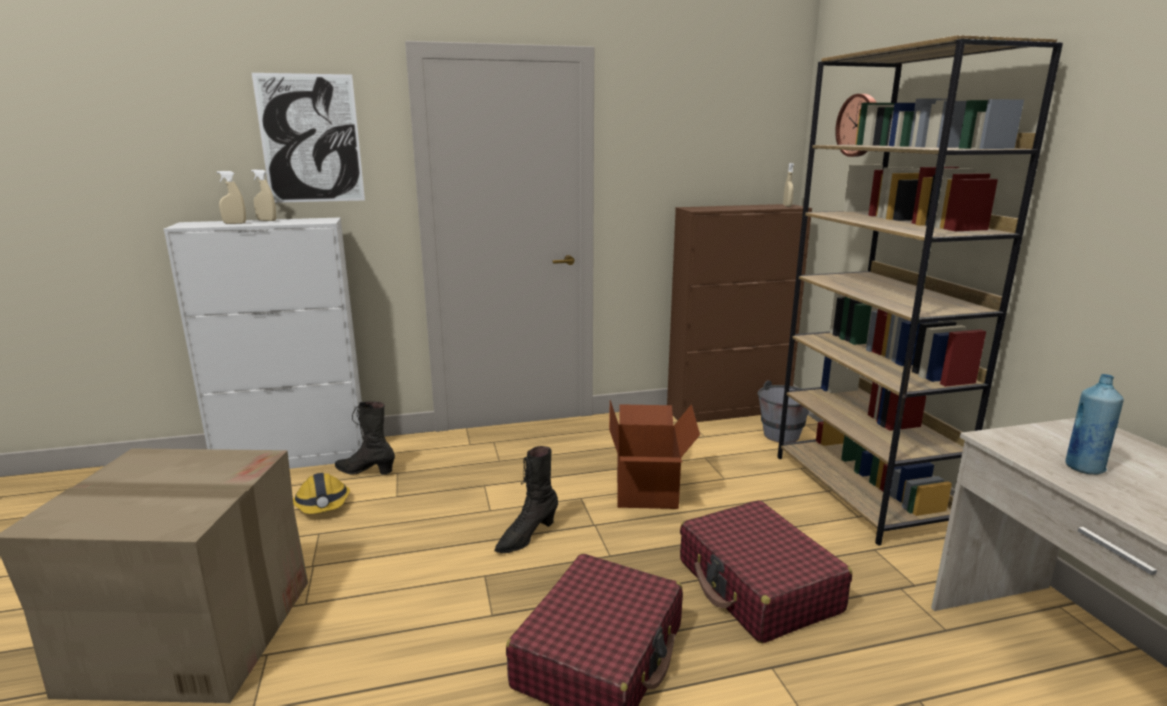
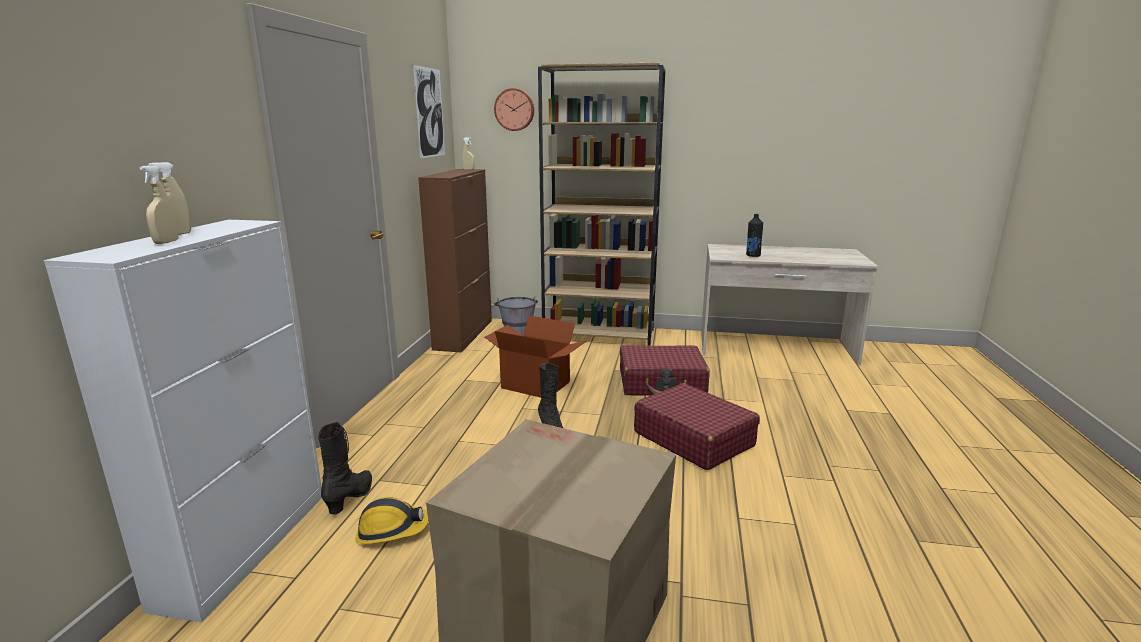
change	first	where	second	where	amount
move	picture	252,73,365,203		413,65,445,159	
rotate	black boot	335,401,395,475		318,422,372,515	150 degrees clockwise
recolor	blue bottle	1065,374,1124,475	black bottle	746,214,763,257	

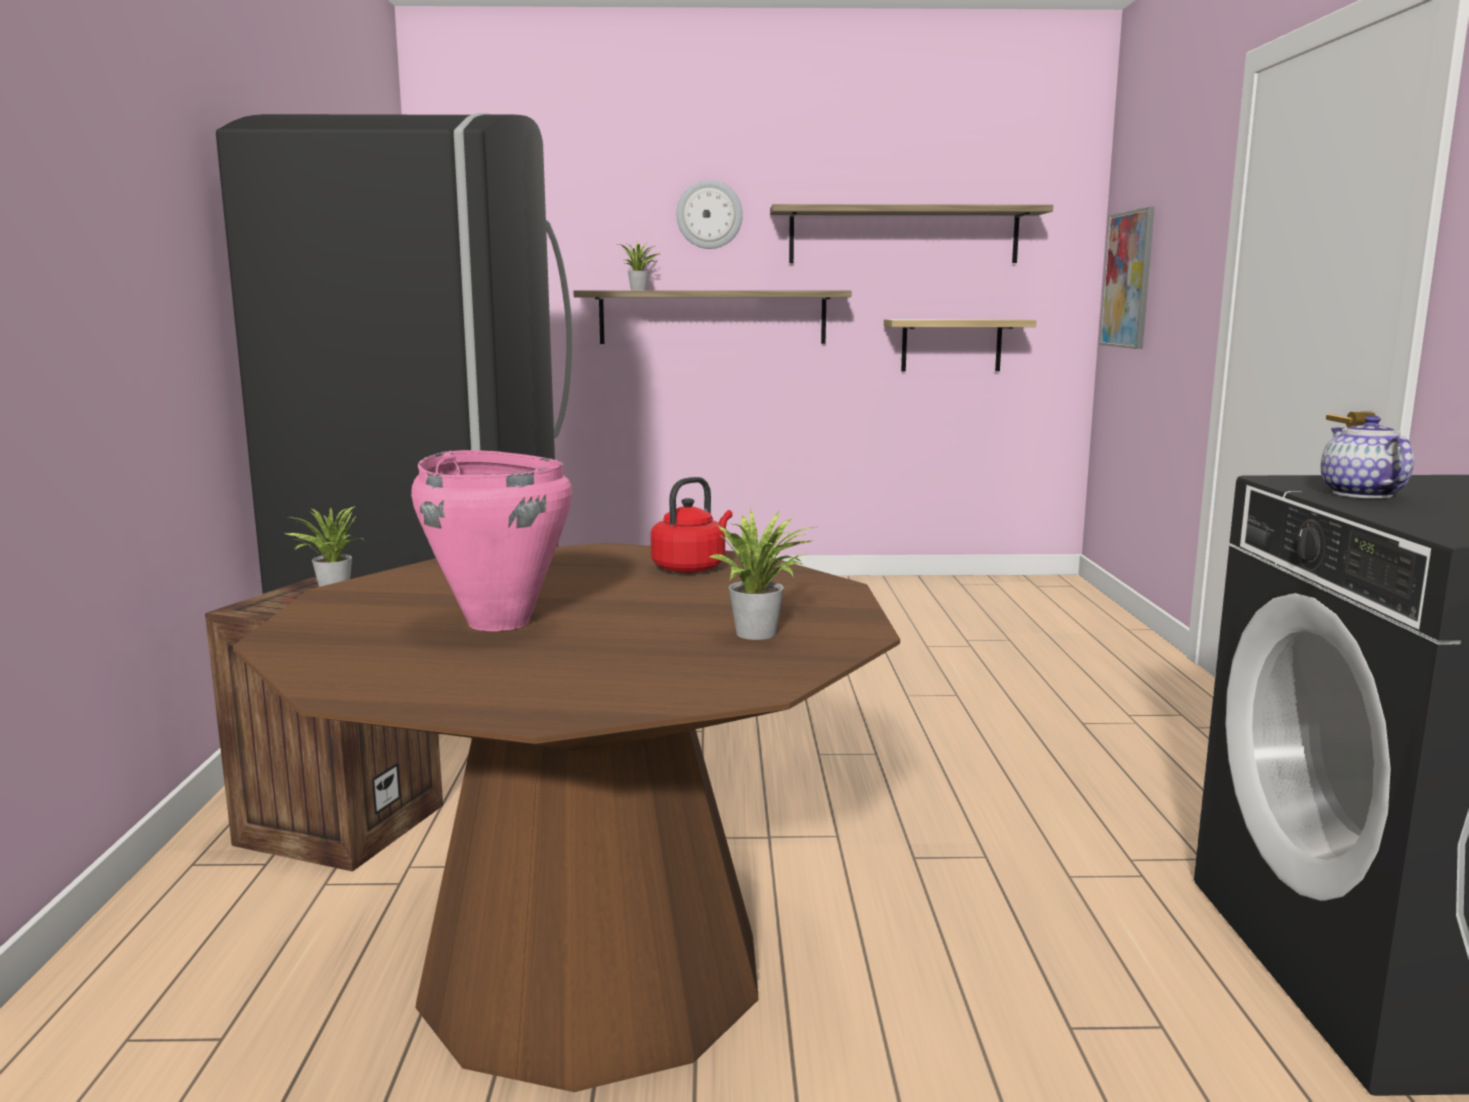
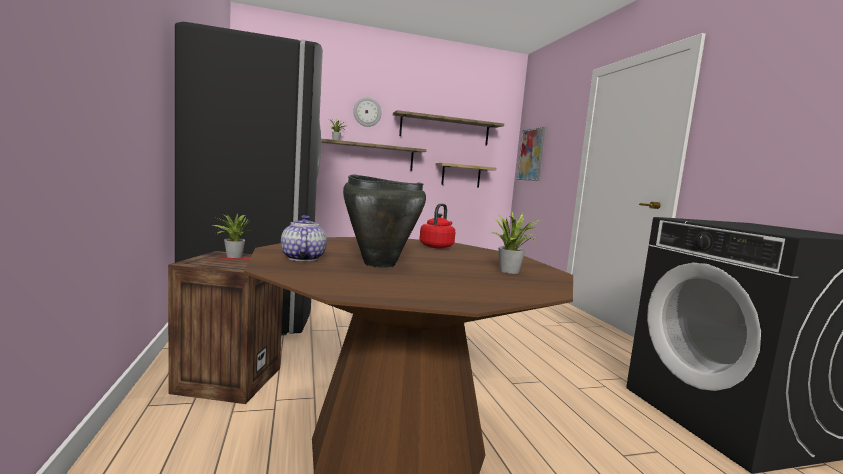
change	first	where	second	where	amount
recolor	pink cooking pot	411,450,572,631	black cooking pot	343,174,426,268	
move	teapot	1321,415,1414,499		281,215,327,261	

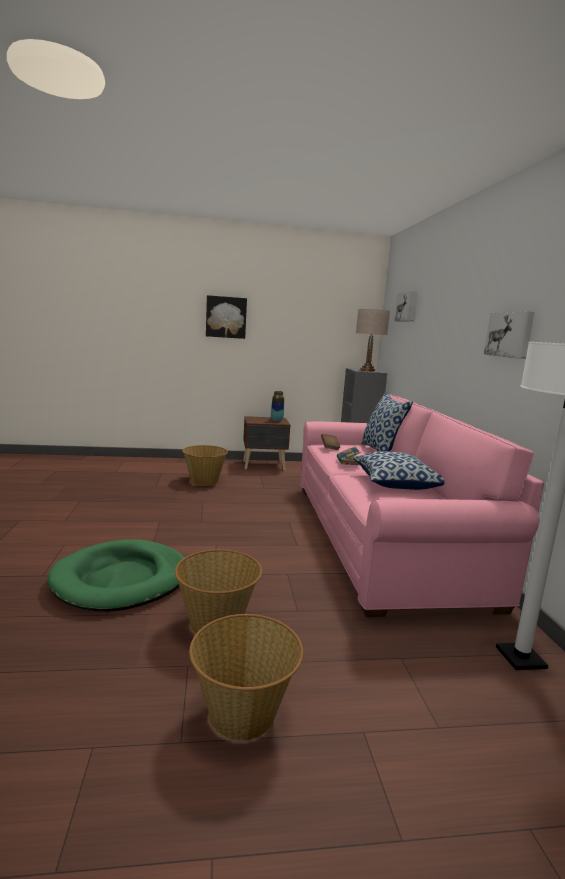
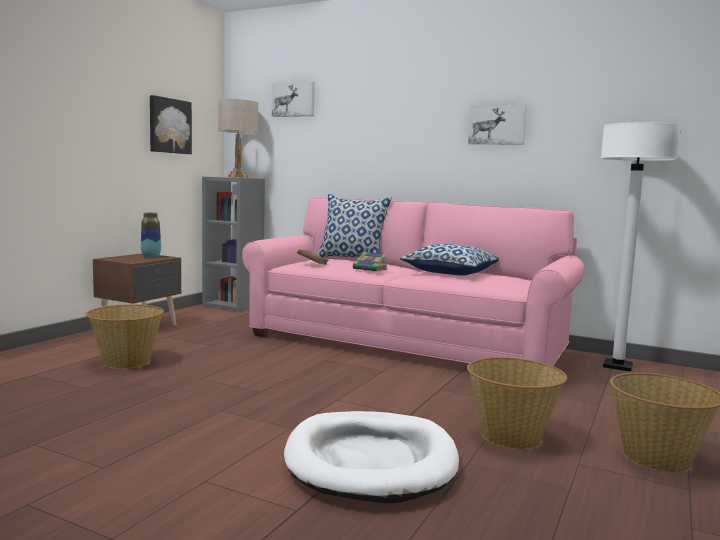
change	first	where	second	where	amount
recolor	green dog bed	47,539,185,612	white dog bed	284,411,459,504	
move	picture	206,295,247,339		150,95,192,154	

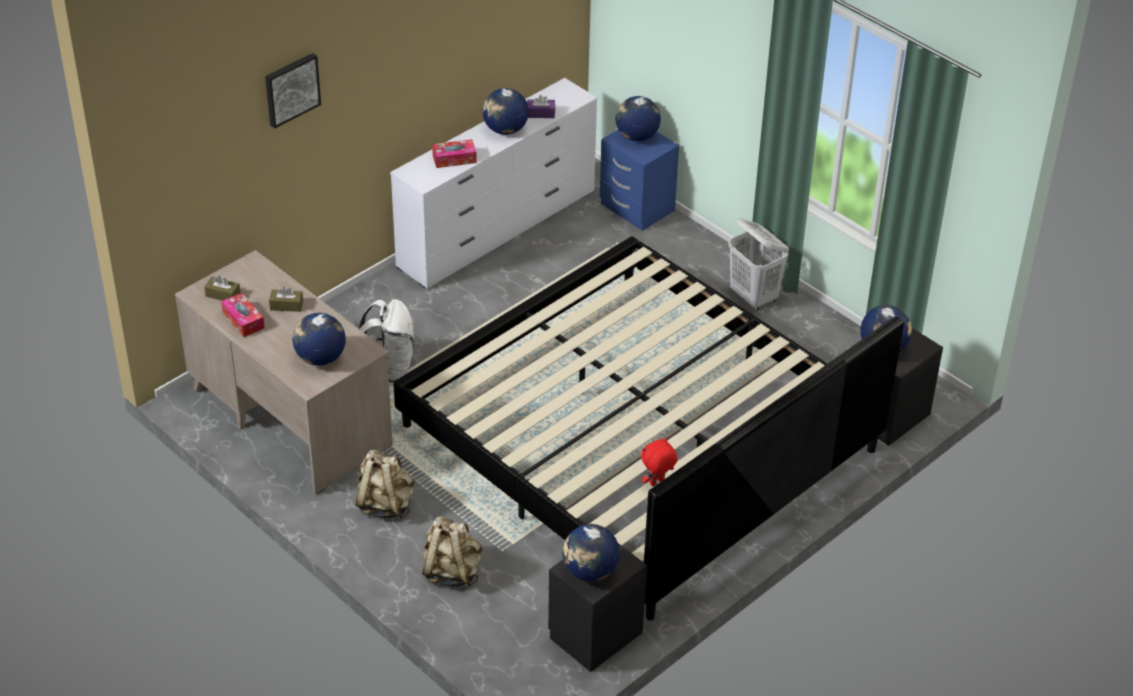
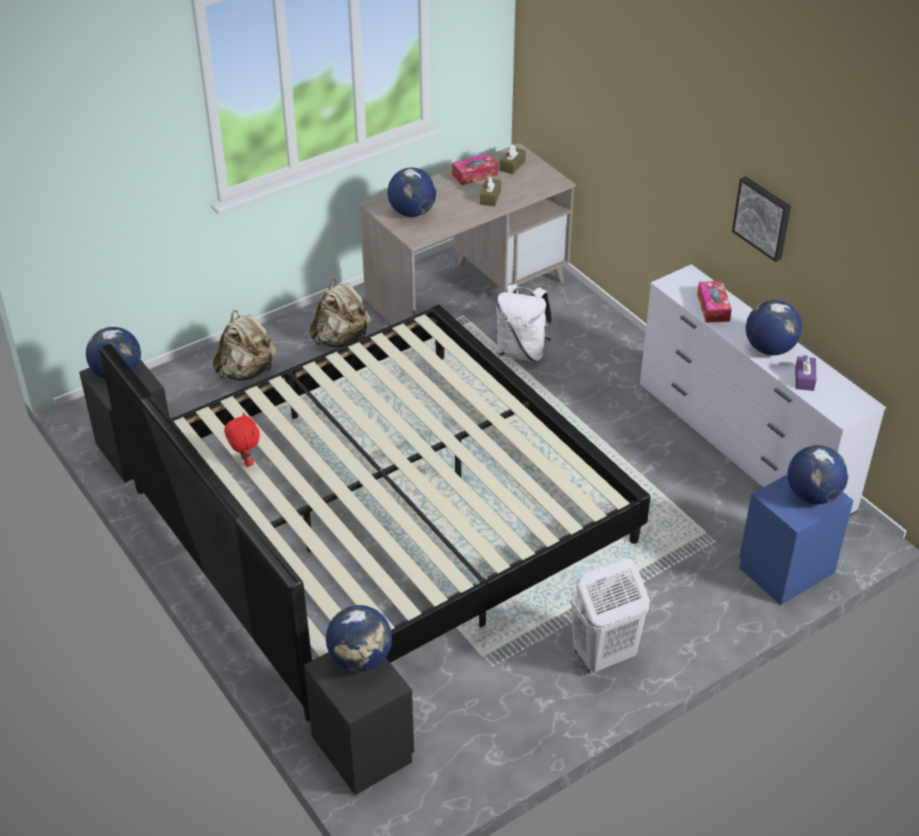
change	first	where	second	where	amount
move	picture	265,53,321,128		732,176,791,262	

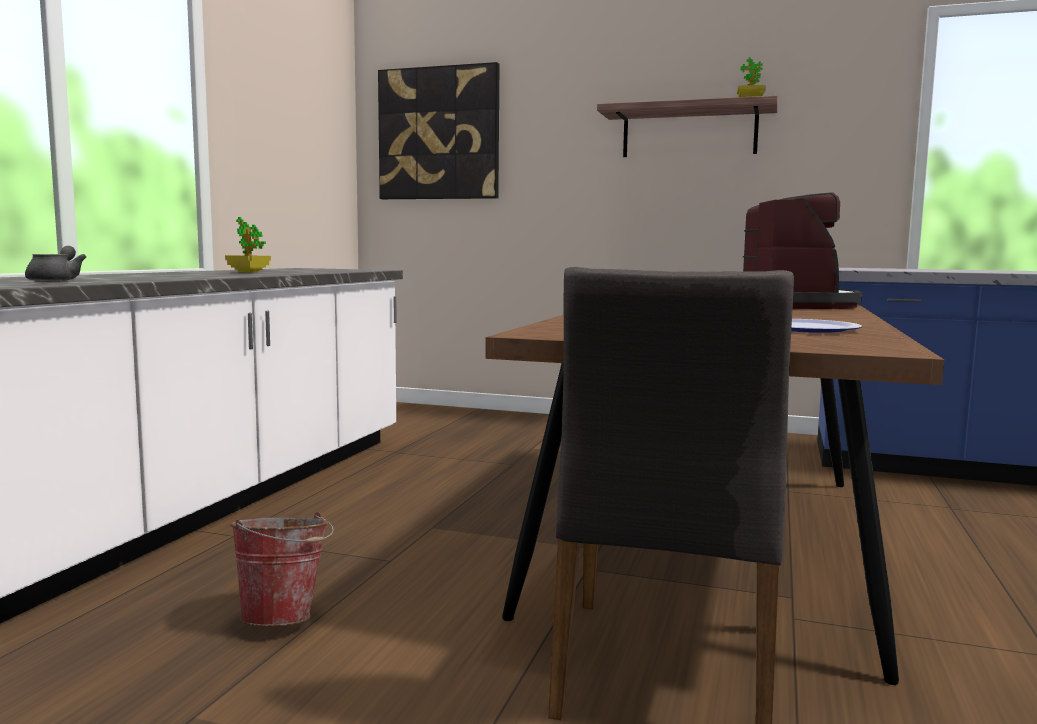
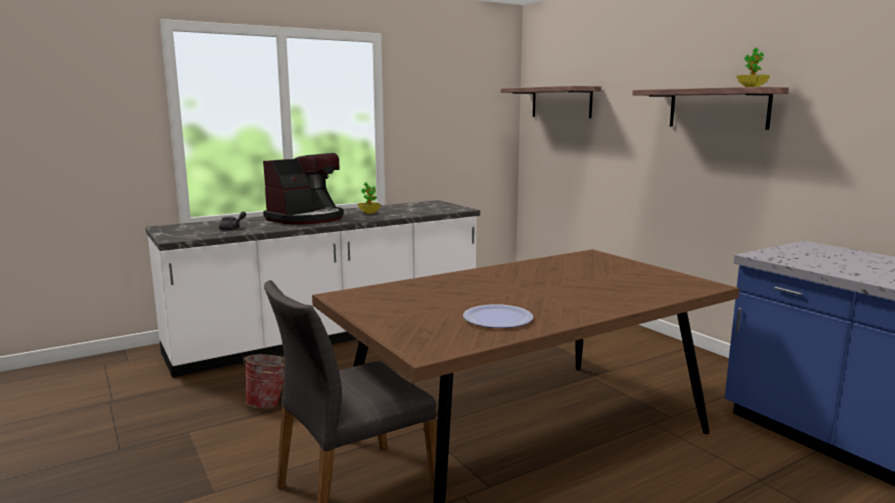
change	first	where	second	where	amount
replace	picture	378,62,499,199	shelf	501,86,601,118	
move	coffee machine	743,192,862,309		263,153,344,225	

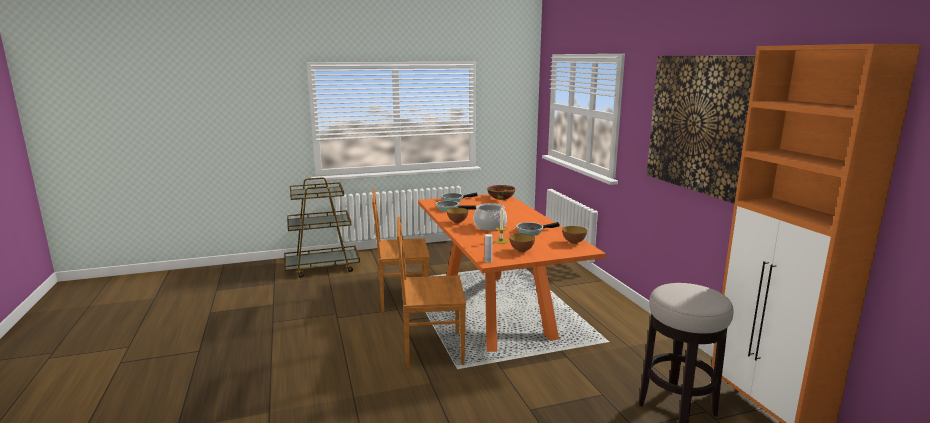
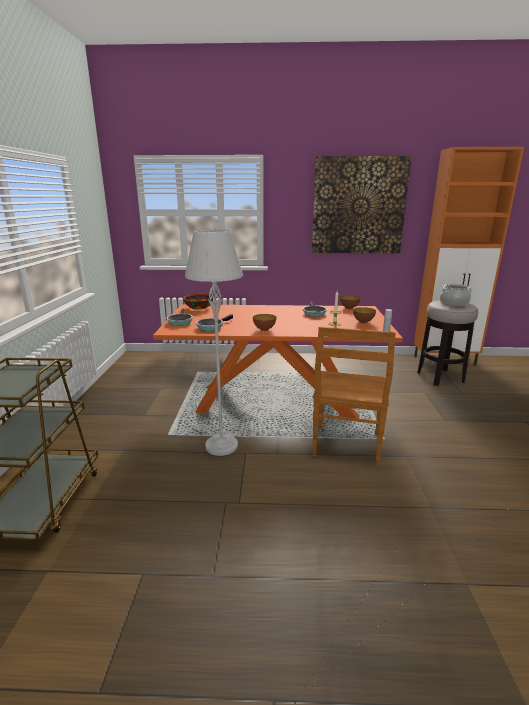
change	first	where	second	where	amount
replace	brown chair	372,189,430,312	grey floor lamp	185,229,243,456	
move	cooking pot	474,203,507,231		440,284,472,306	

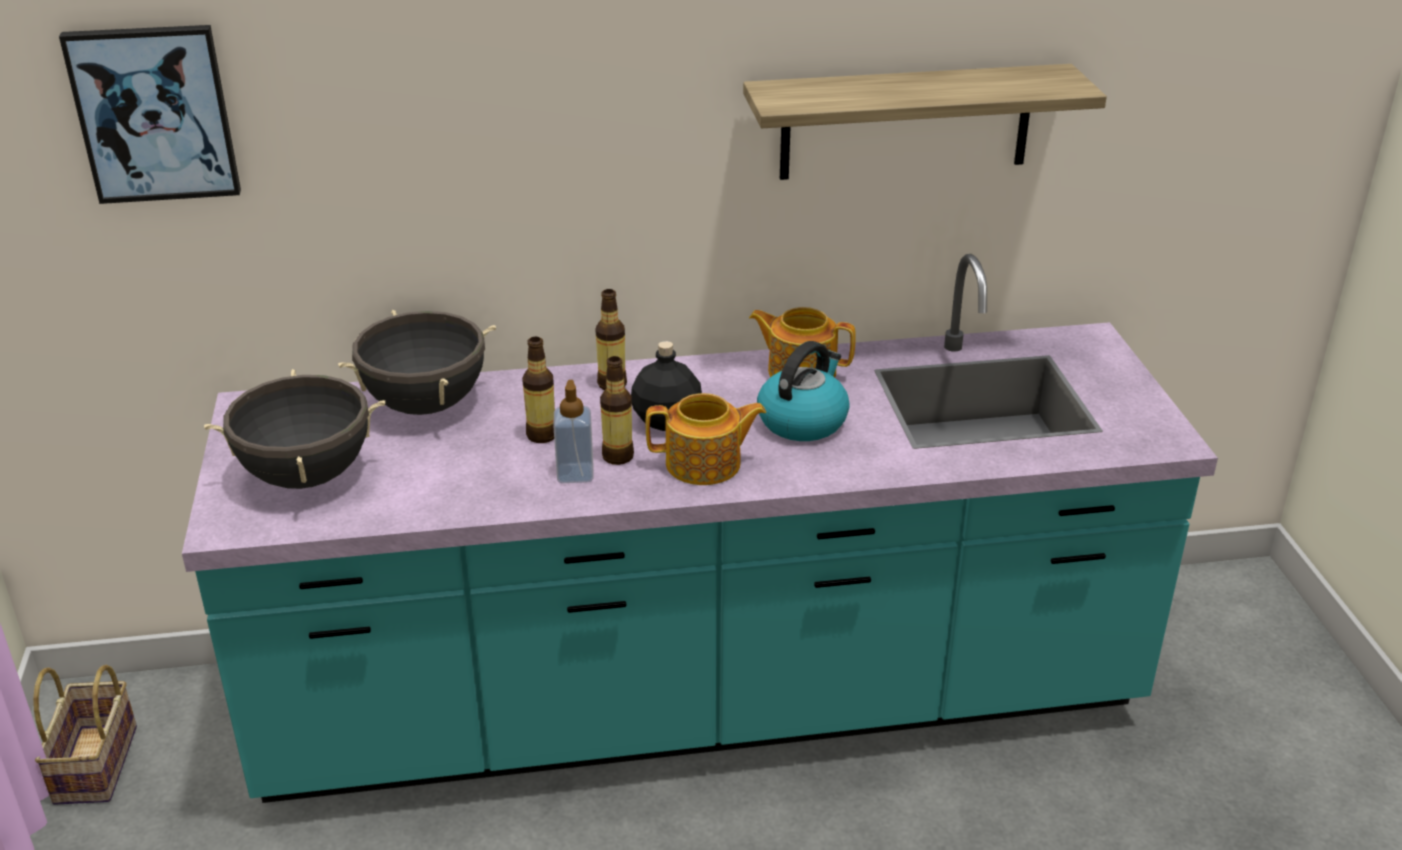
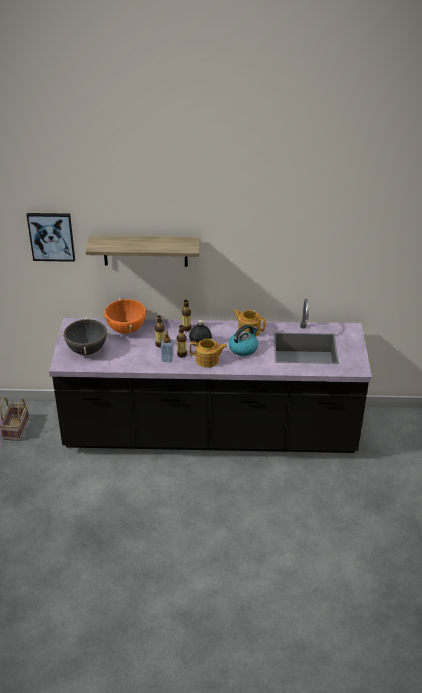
change	first	where	second	where	amount
recolor	turquoise counter	182,254,1218,803	black counter	49,299,372,453	
recolor	black cooking pot	338,310,496,415	orange cooking pot	100,298,150,334	
move	shelf	743,64,1107,180		86,236,200,267	

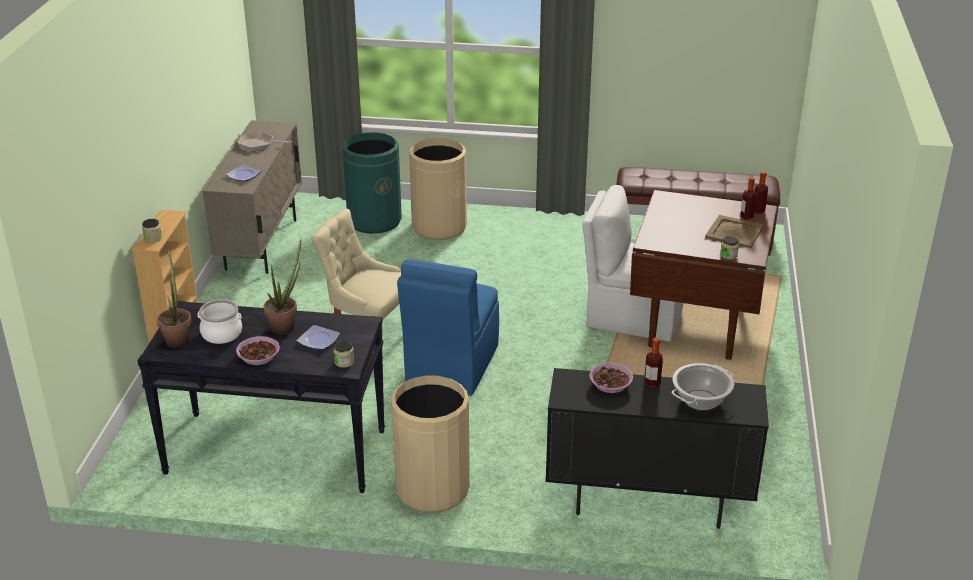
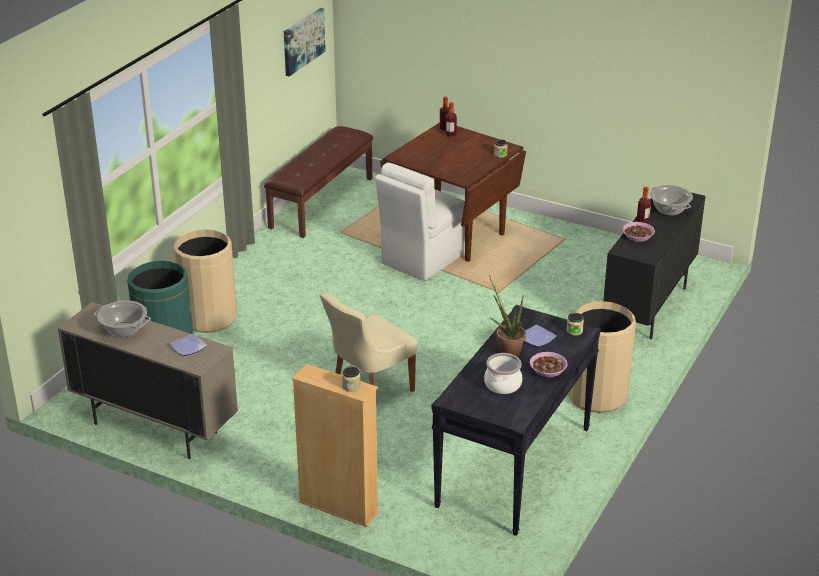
change	first	where	second	where	amount
delete	potted plant	157,247,191,348			
replace	frying pan	238,132,293,151	cooking pot	94,300,151,337	
delete	blue chair	397,259,499,396			
delete	beige tray	705,215,764,248			
insert			picture	284,8,326,76	

